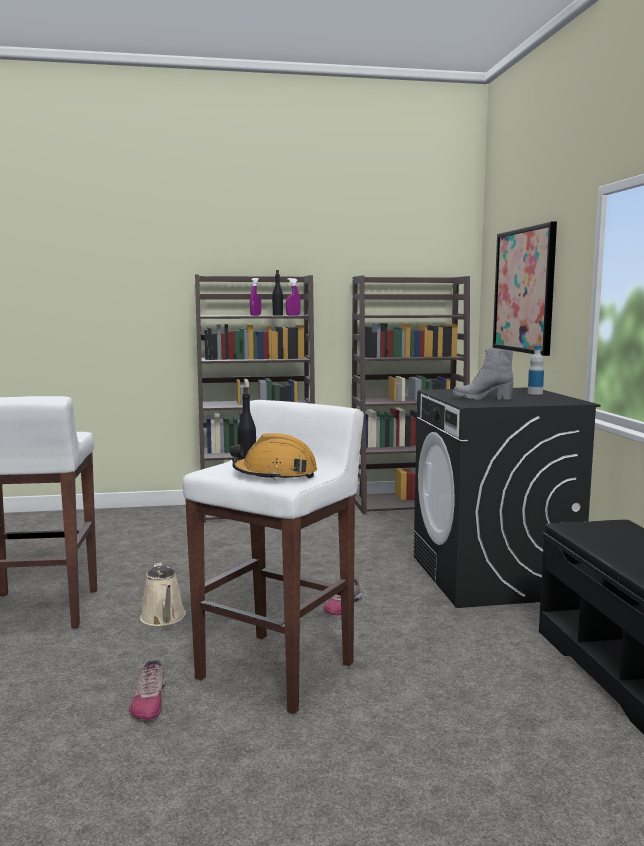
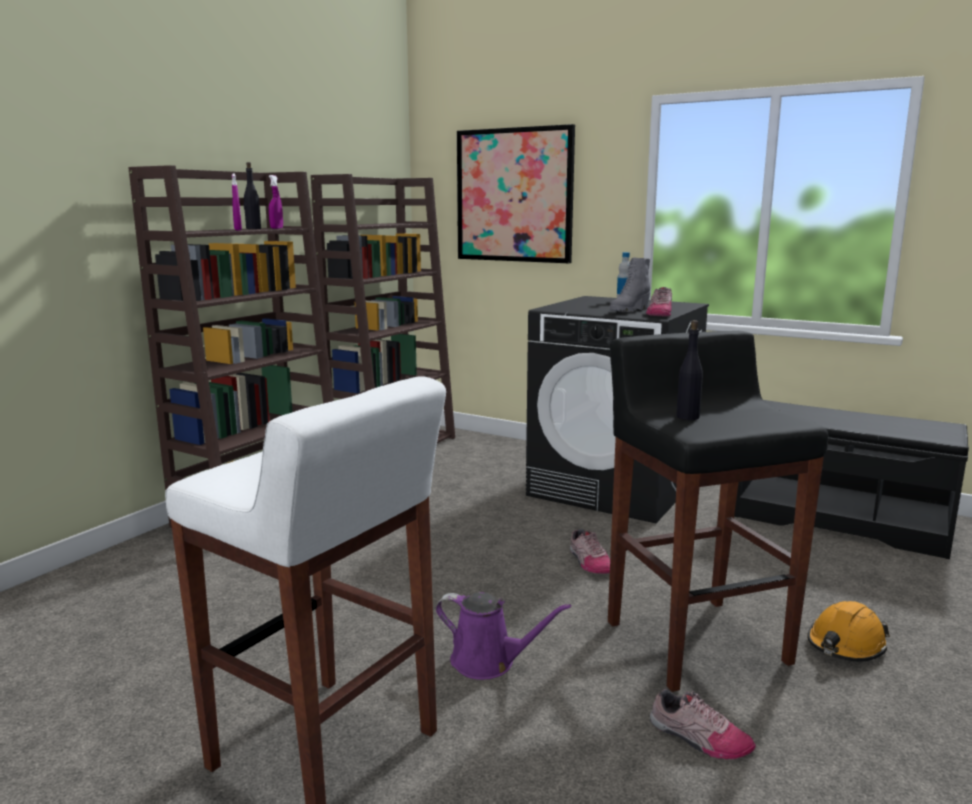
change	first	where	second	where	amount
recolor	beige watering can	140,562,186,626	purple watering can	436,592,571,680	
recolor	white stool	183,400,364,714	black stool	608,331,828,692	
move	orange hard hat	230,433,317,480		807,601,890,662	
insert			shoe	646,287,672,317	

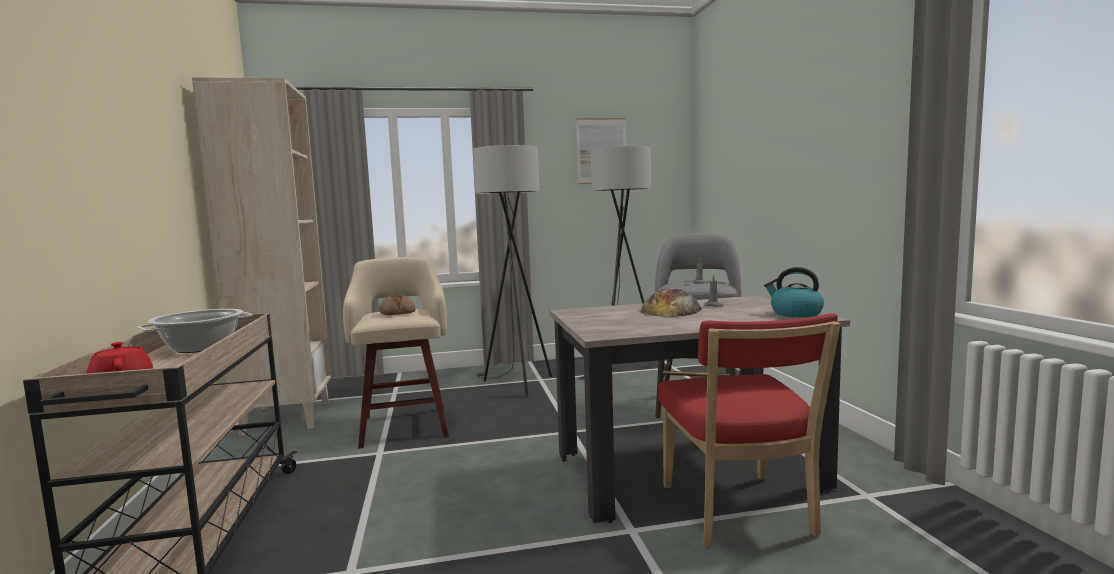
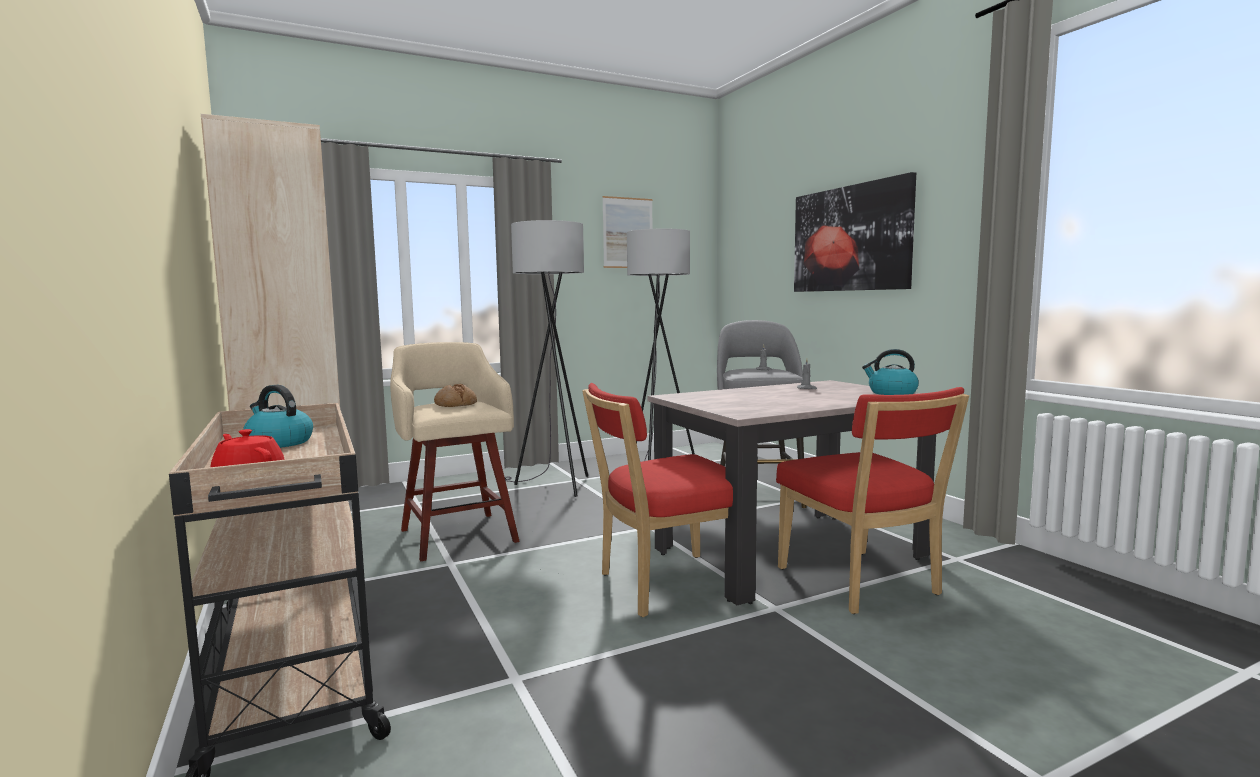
change	first	where	second	where	amount
replace	cooking pot	138,309,253,353	kettle	243,385,313,448	
delete	bread	641,289,702,317			
insert			red chair	582,383,733,617	
insert			picture	794,172,916,292	

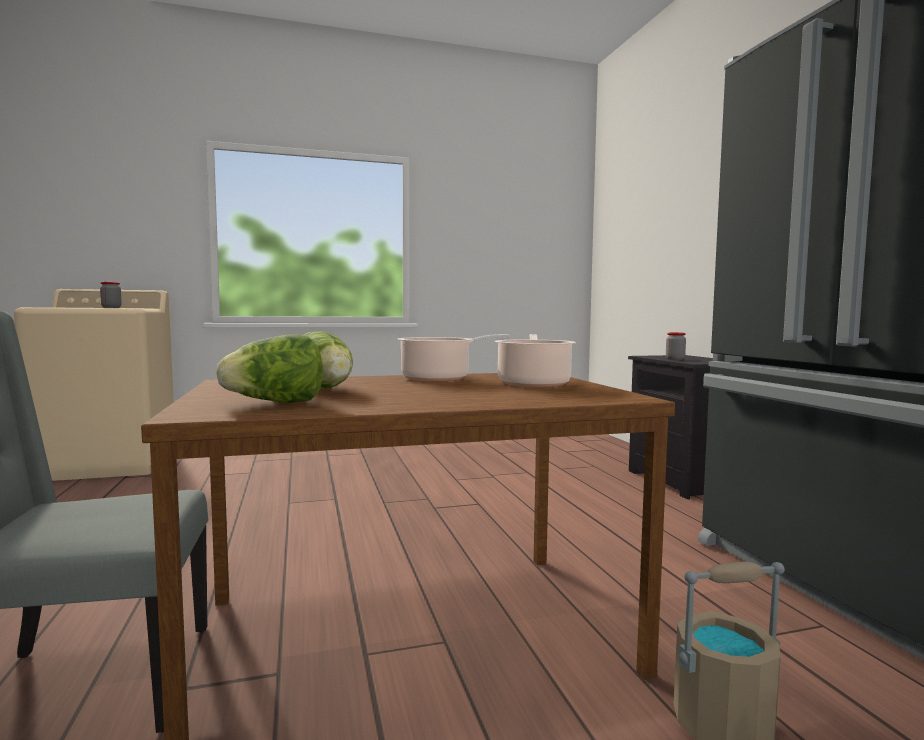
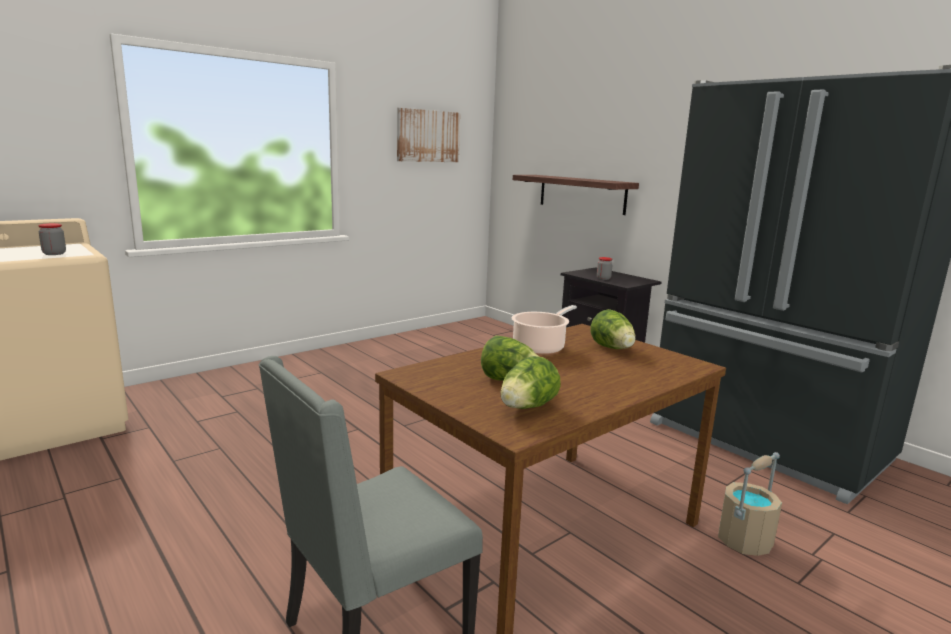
change	first	where	second	where	amount
replace	cooking pot	495,334,576,388	lettuce	591,309,636,349	
insert			picture	397,108,460,162	
insert			shelf	513,175,639,215	

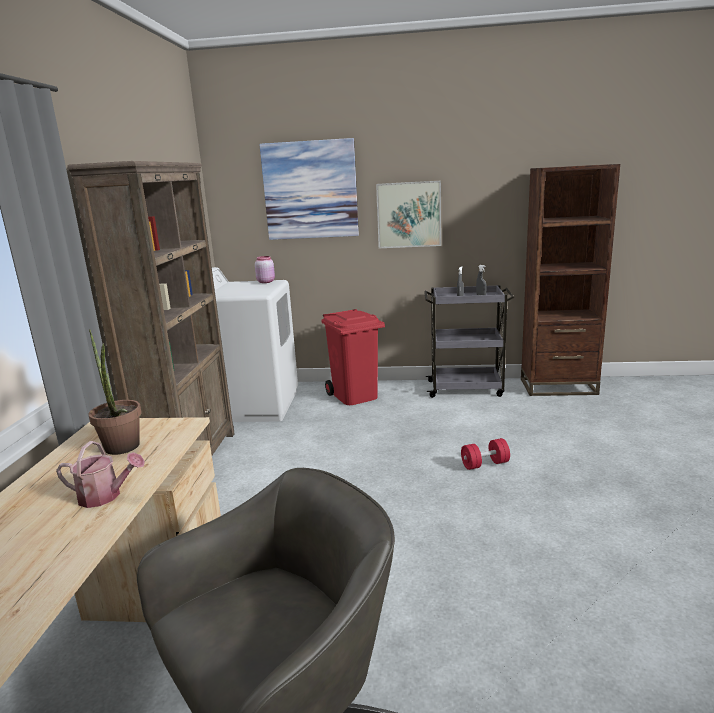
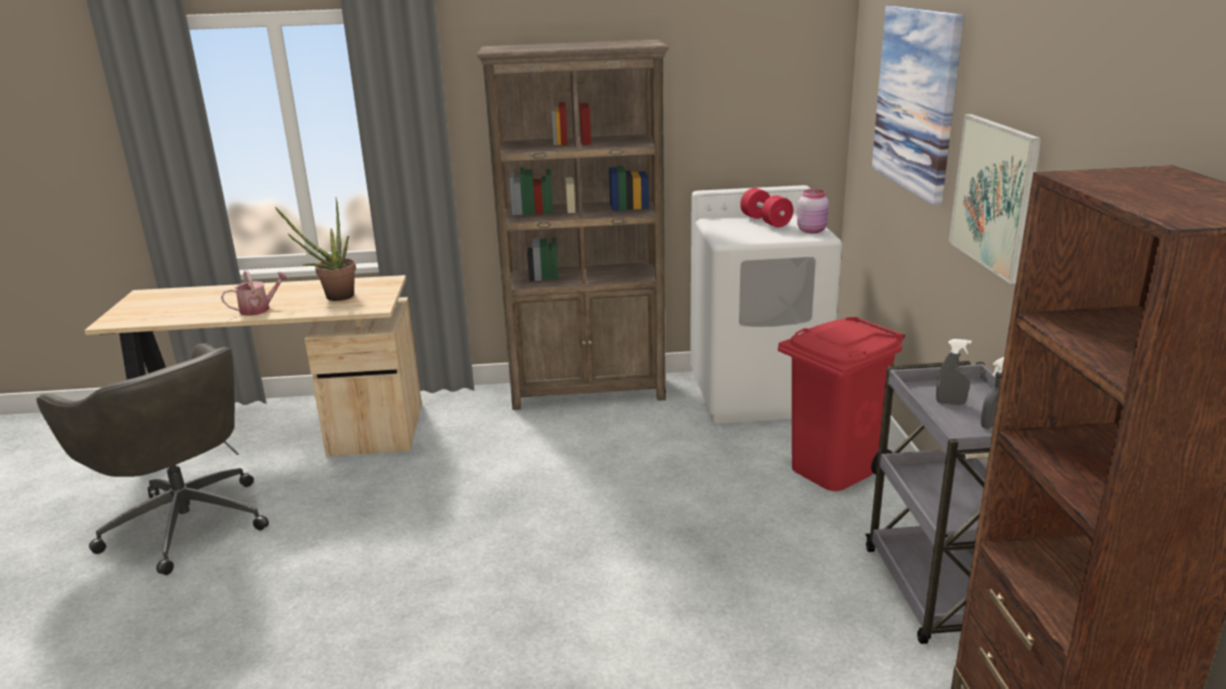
change	first	where	second	where	amount
rotate	watering can	56,441,145,508		221,270,289,316	120 degrees counterclockwise
move	red dumbbell	461,438,510,470		740,188,793,227	

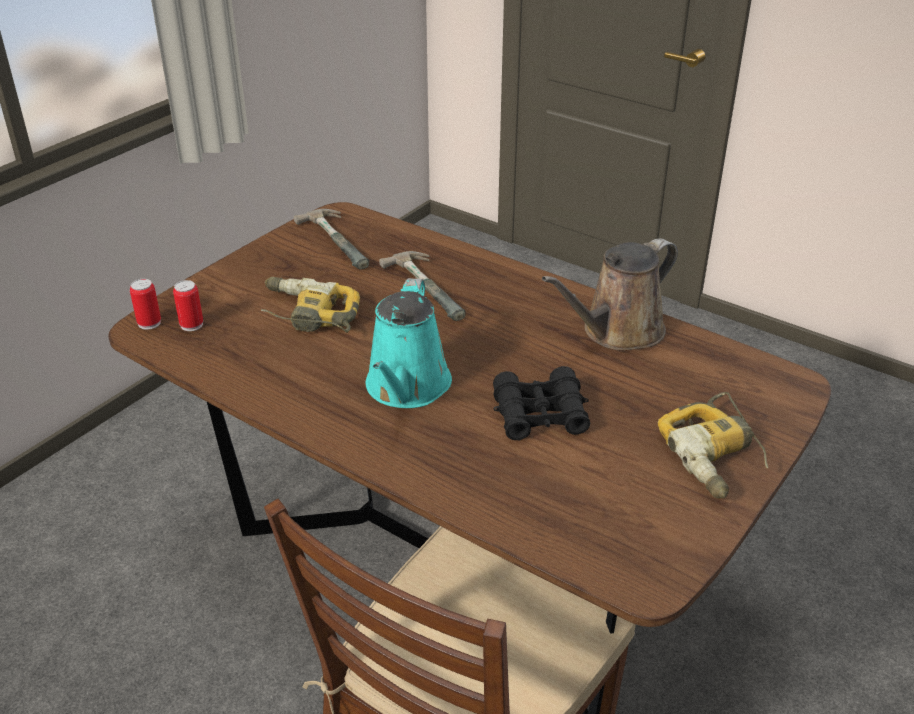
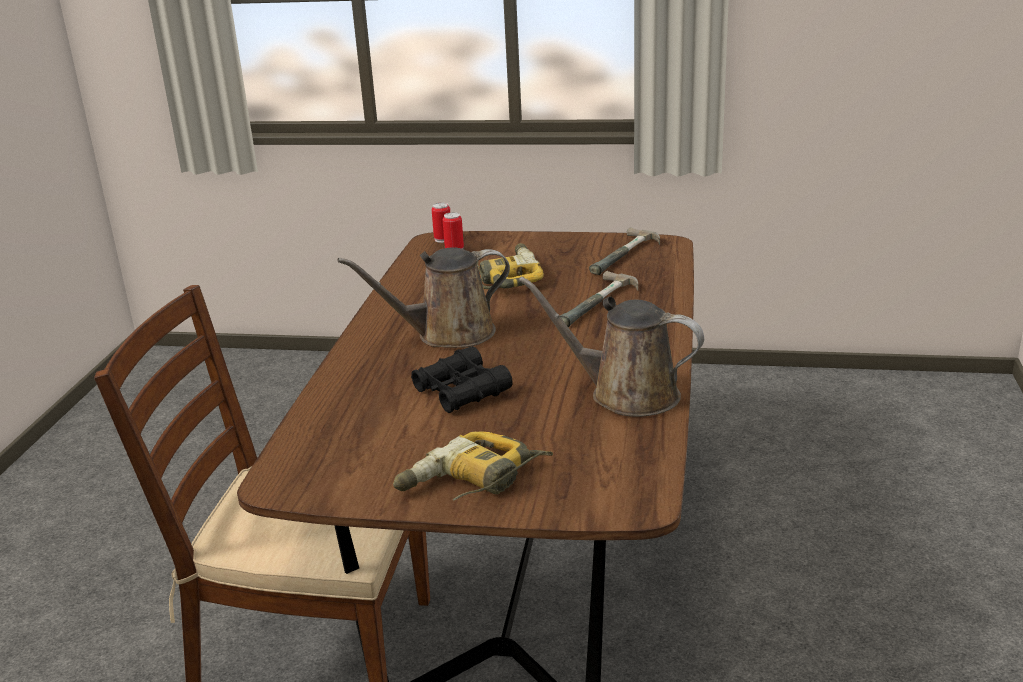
change	first	where	second	where	amount
recolor	turquoise watering can	366,278,452,408	brown watering can	337,247,510,348	

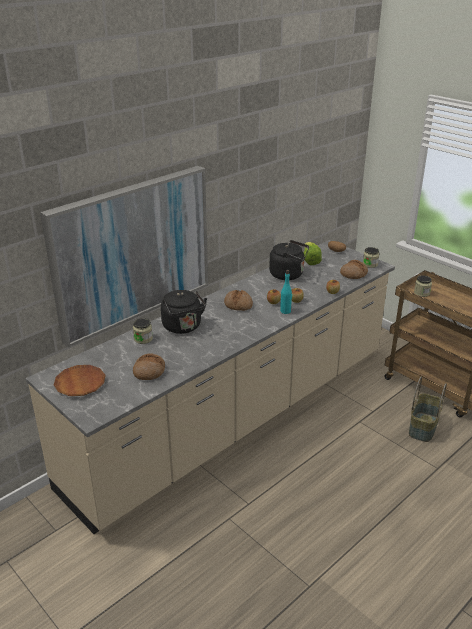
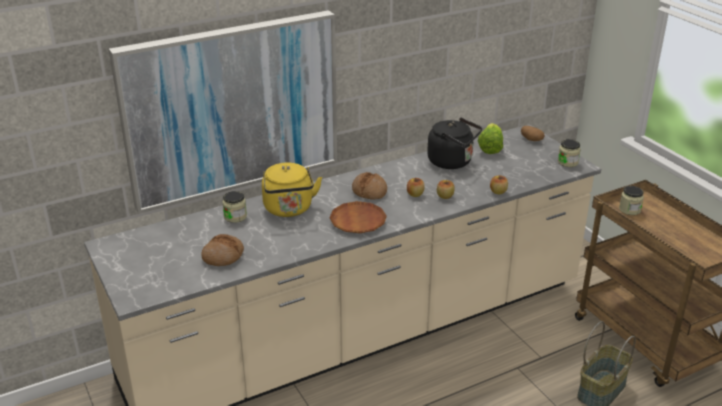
change	first	where	second	where	amount
move	brown plate	54,365,106,396		329,201,387,233	
recolor	black kettle	161,290,207,334	yellow kettle	262,163,322,217	
delete	turquoise bottle	280,270,292,314			
delete	bread	340,260,368,279			

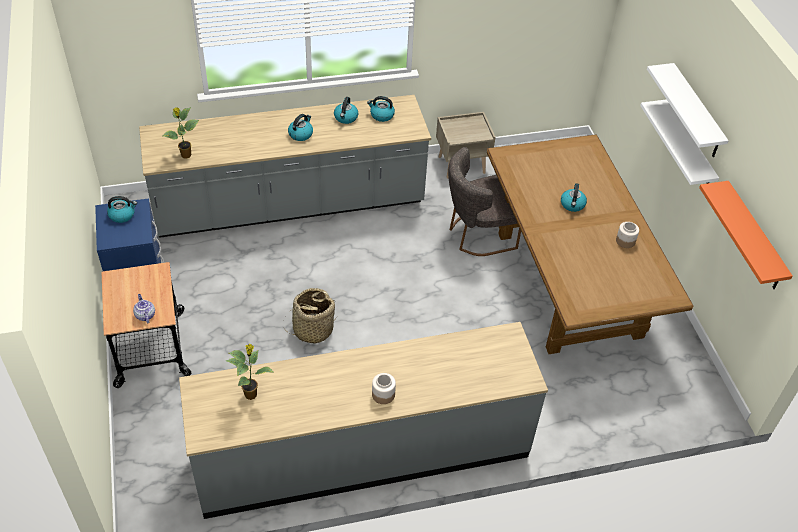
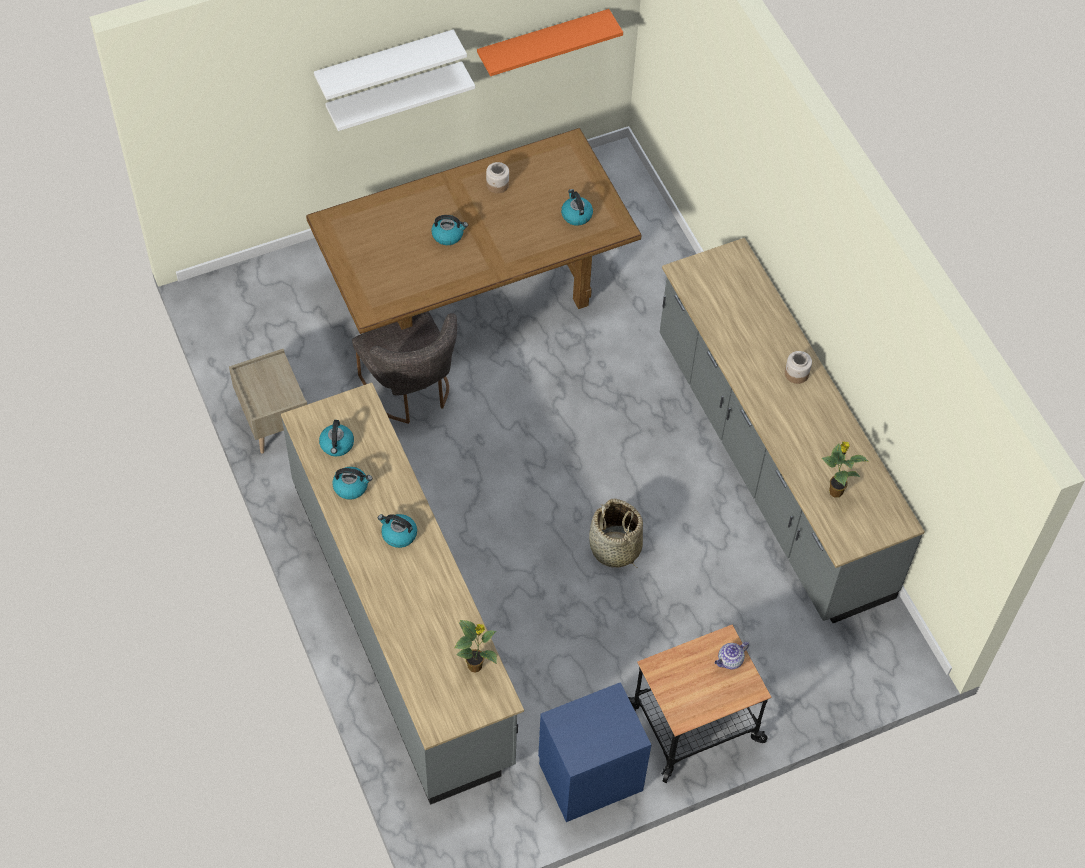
change	first	where	second	where	amount
move	kettle	107,196,137,223		561,189,593,226	

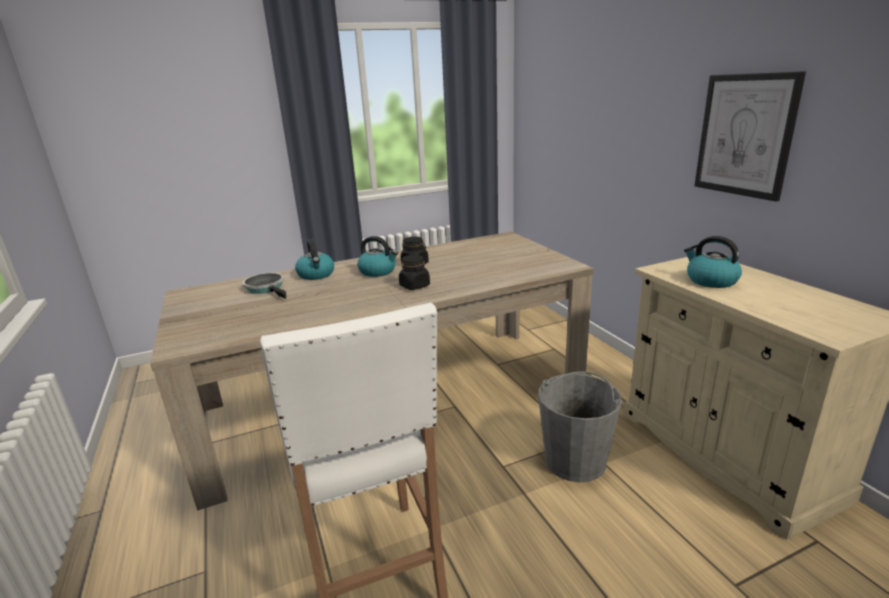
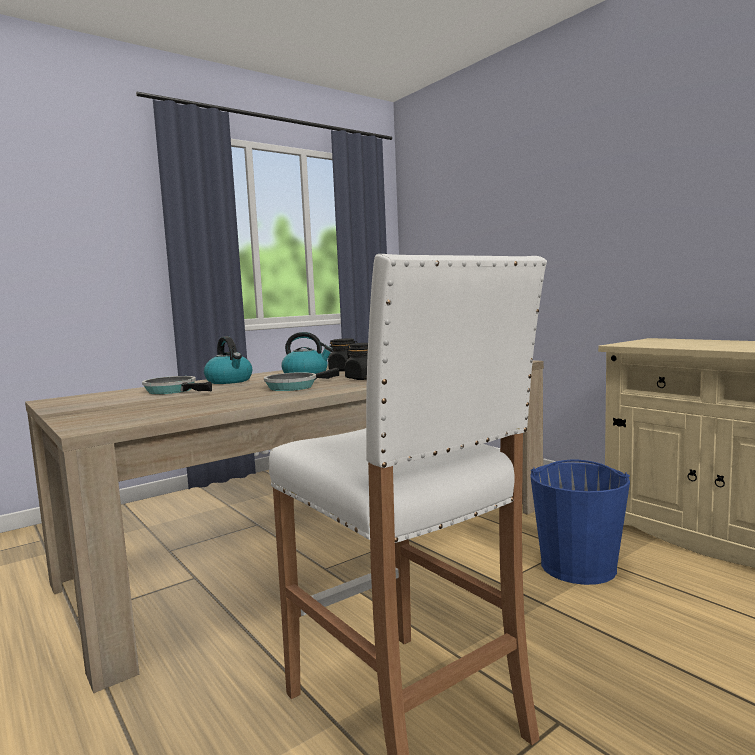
change	first	where	second	where	amount
recolor	grey bucket	538,372,622,482	blue bucket	530,460,630,585	
delete	kettle	684,236,742,288			
delete	picture	695,71,806,202			
insert			frying pan	264,368,339,391	

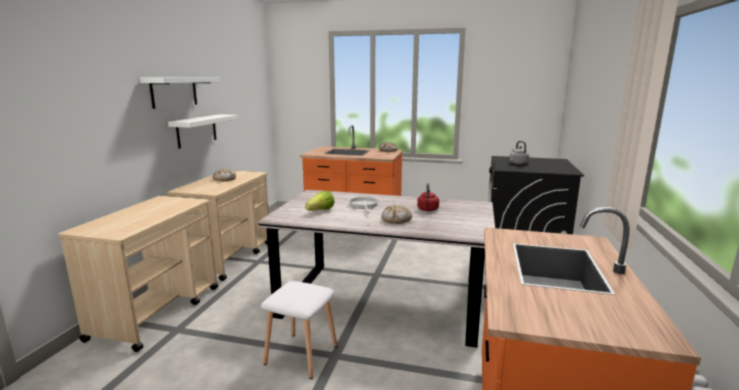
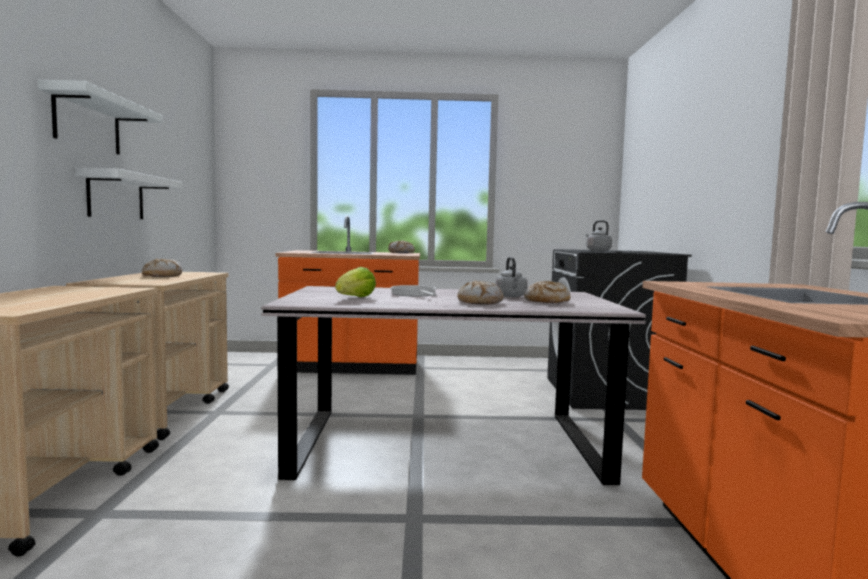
change	first	where	second	where	amount
delete	white stool	261,281,338,379			
recolor	red kettle	417,183,439,211	grey kettle	496,257,528,297	
insert			bread	524,281,571,303	

